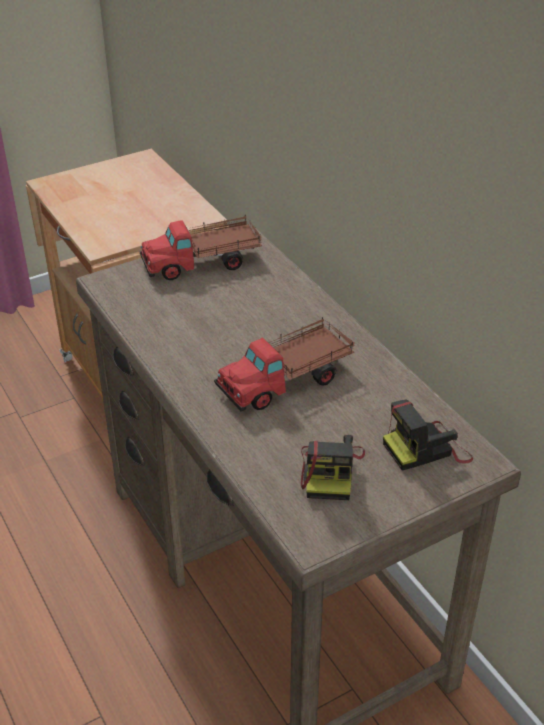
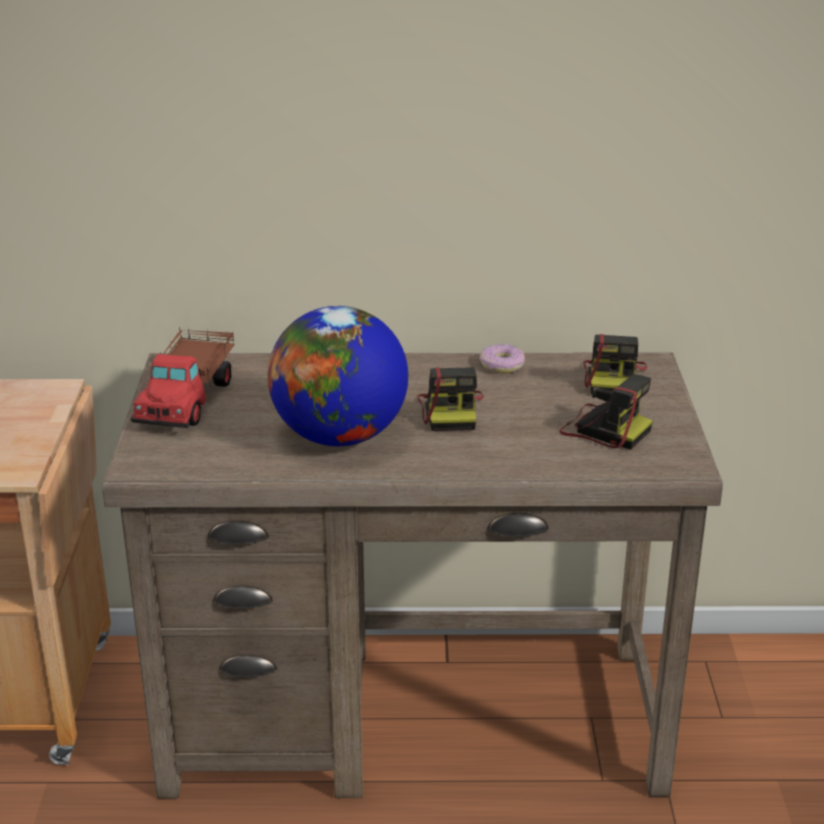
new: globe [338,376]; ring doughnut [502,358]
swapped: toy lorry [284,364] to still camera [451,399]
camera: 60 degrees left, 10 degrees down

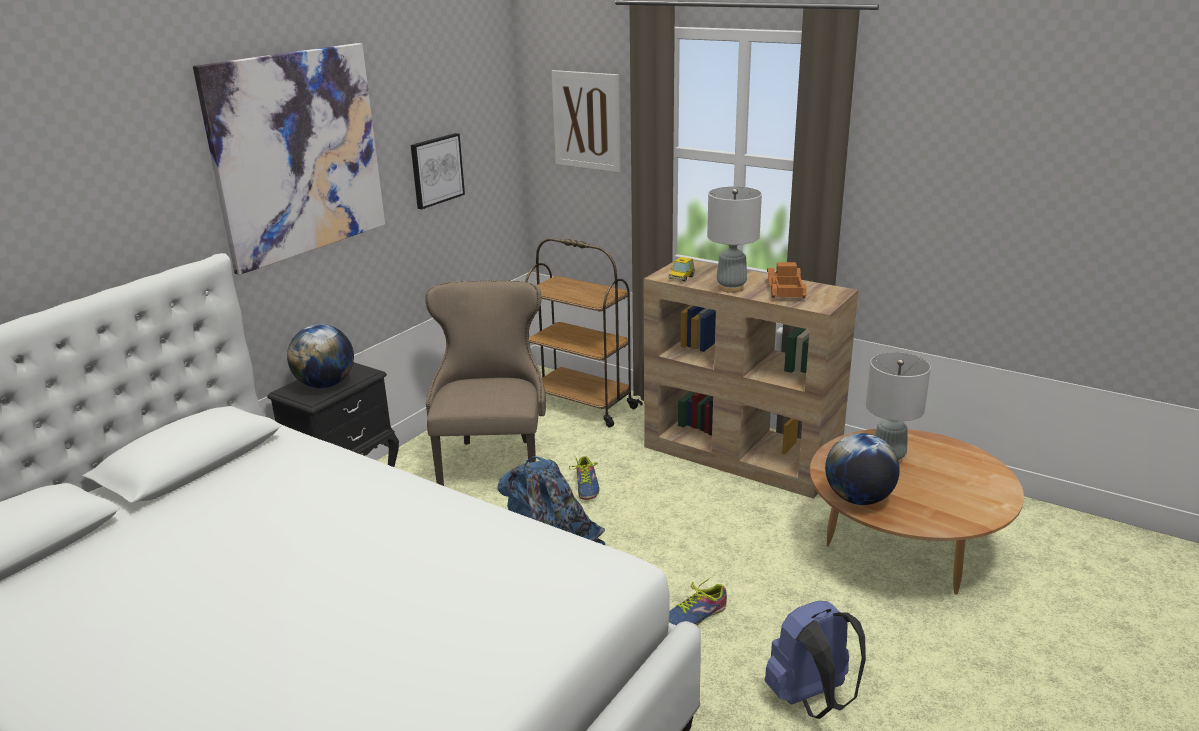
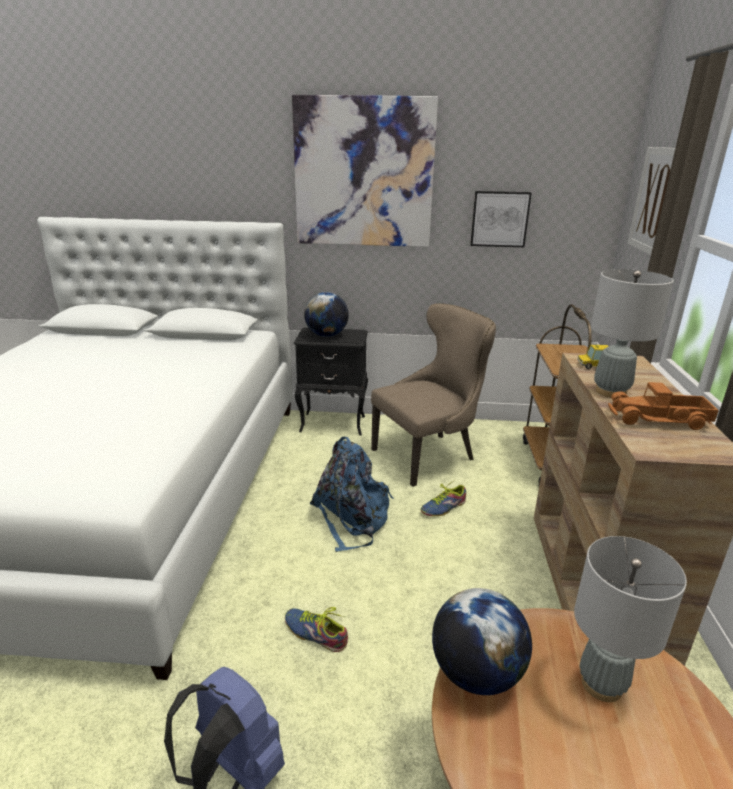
rotated: toy lorry [787,280] = [663,406] 150 degrees counterclockwise
camera: 60 degrees right, 0 degrees up

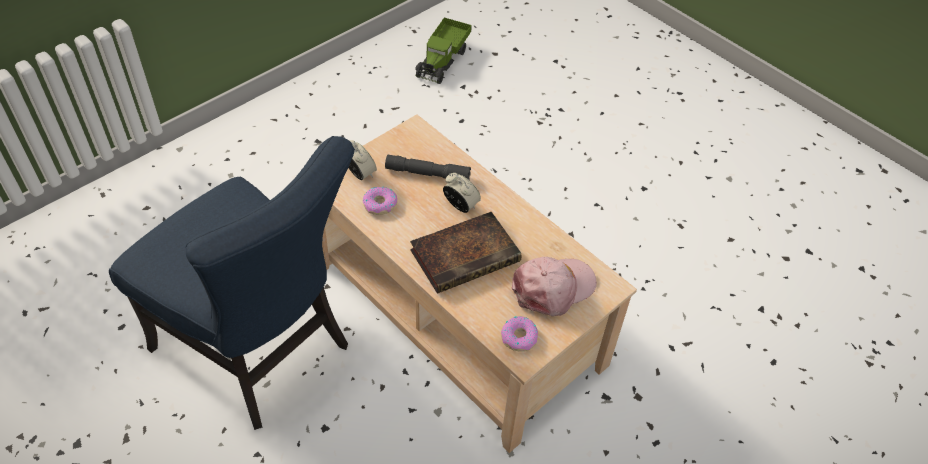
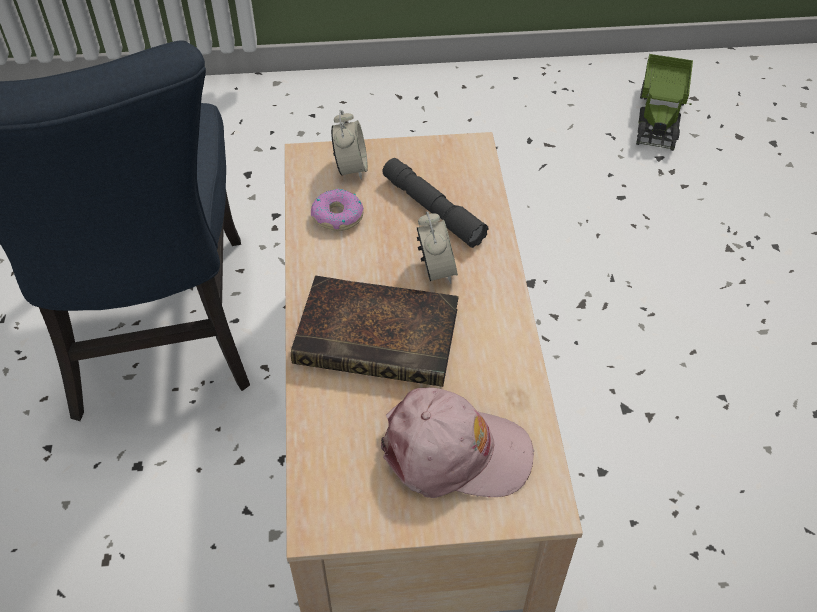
gone: ring doughnut [519,334]
rotated: toy lorry [443,50] = [664,102] 45 degrees counterclockwise
camera: 40 degrees right, 0 degrees up

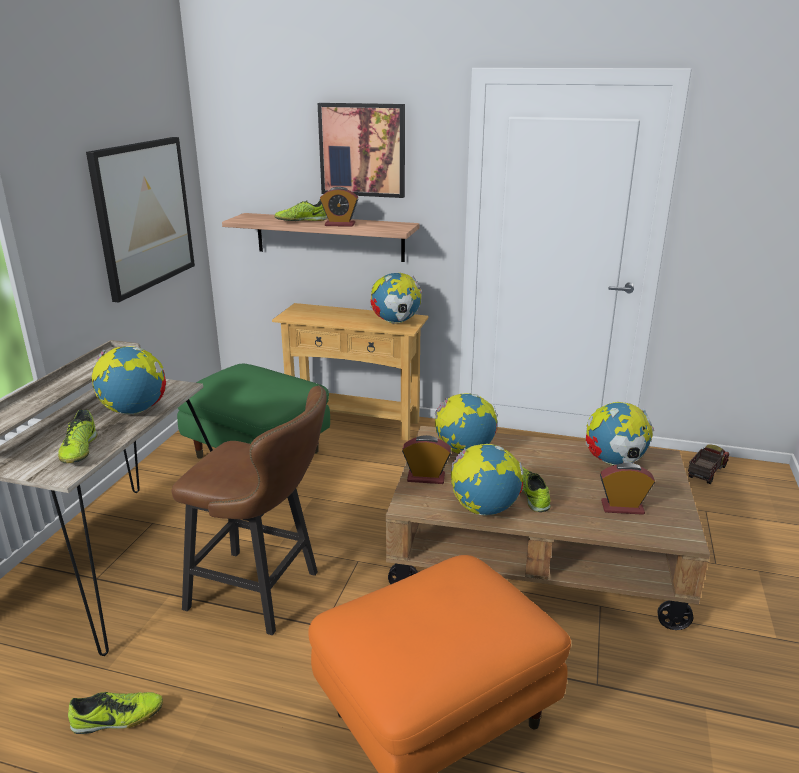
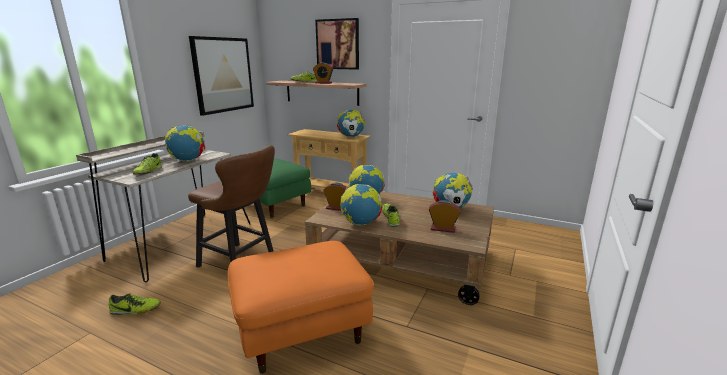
gone: toy lorry [708,464]
camera: 10 degrees right, 5 degrees down

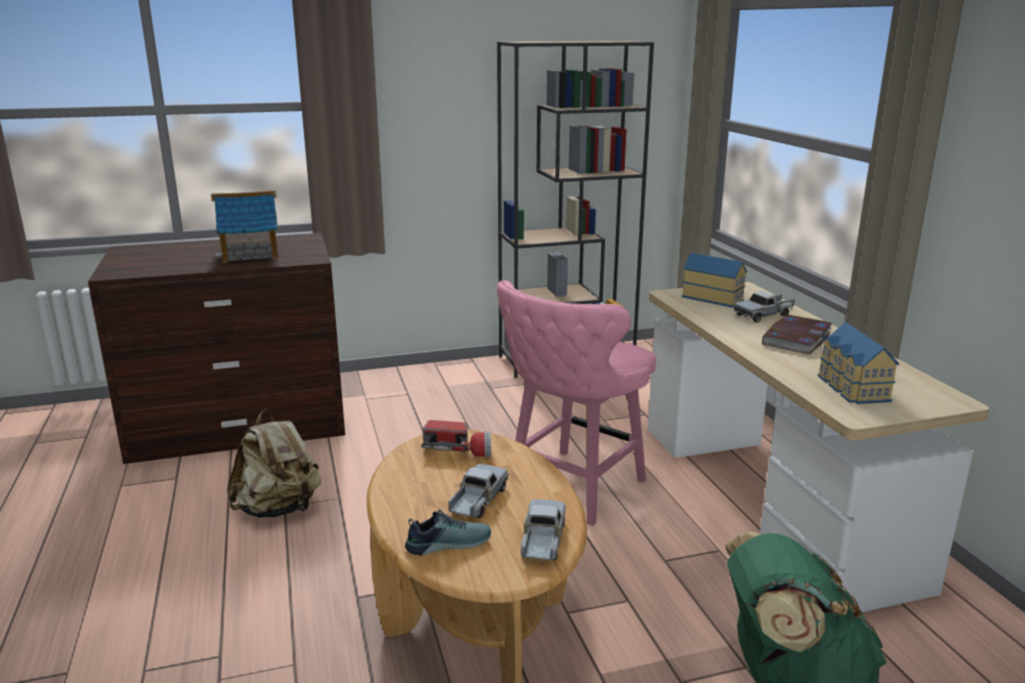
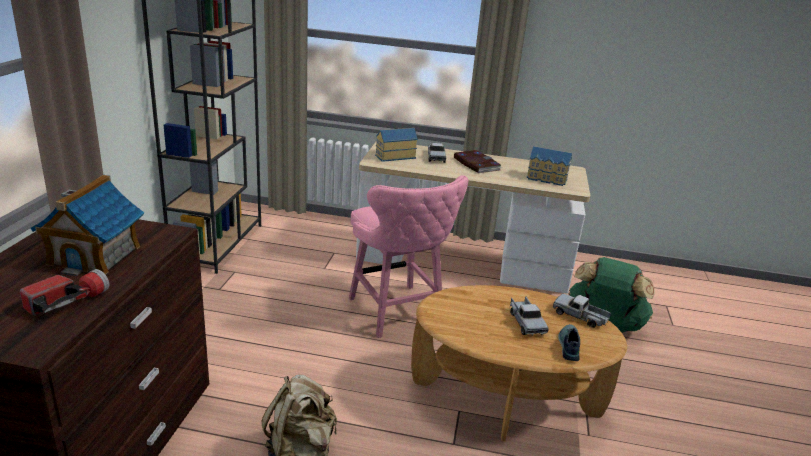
shifted: torch [456,438] to [64,292]
rotated: toy lorry [478,491] = [529,316] 150 degrees counterclockwise
camera: 65 degrees left, 5 degrees up

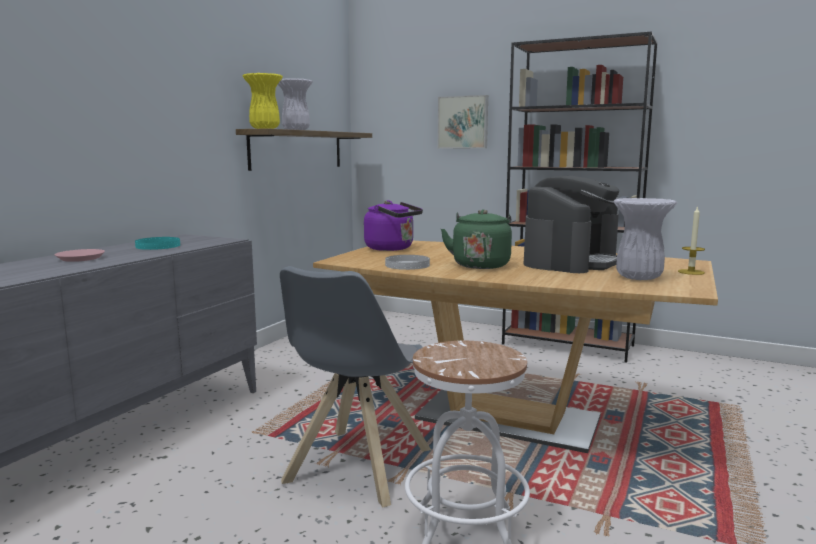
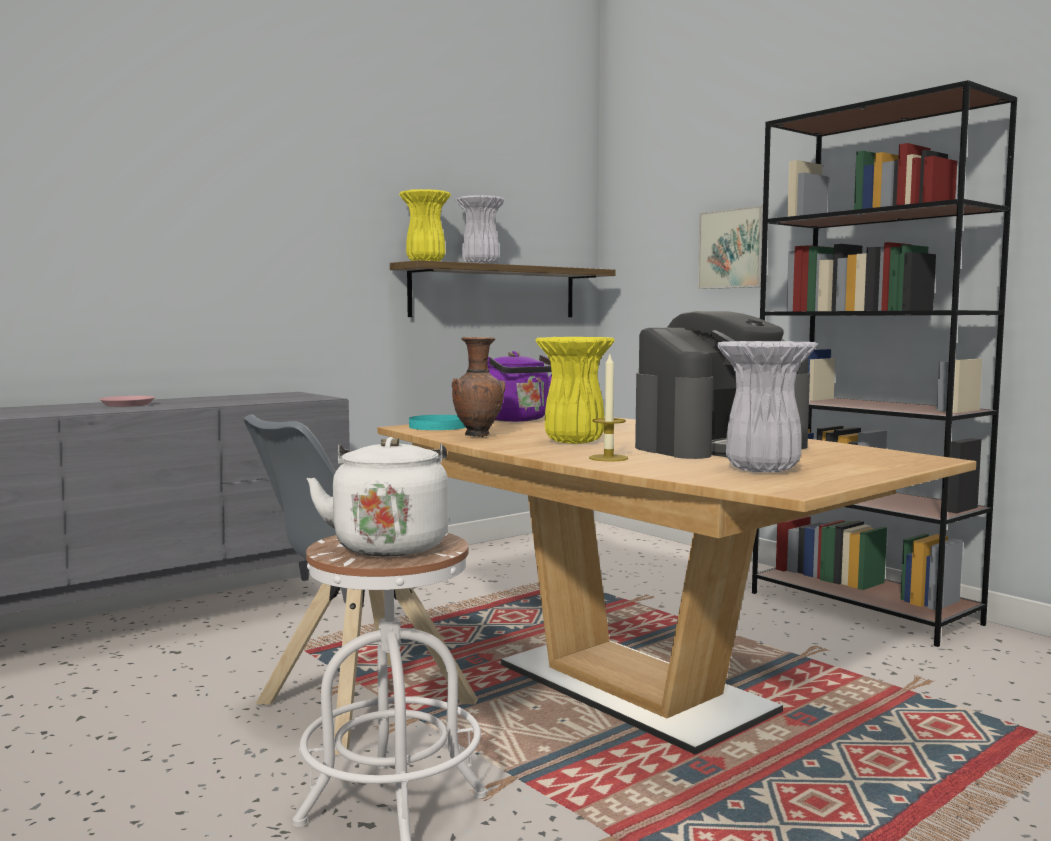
new: white-coloured water kettle [378,497]
shifted: turquoise plate [157,243] to [437,422]; wax light [691,240] to [608,408]
swapped: white-coloured plate [407,262] to brown decorative vase [479,387]; green-coloured water kettle [476,239] to yellow-coloured decorative vase [575,390]
camera: 25 degrees right, 5 degrees down

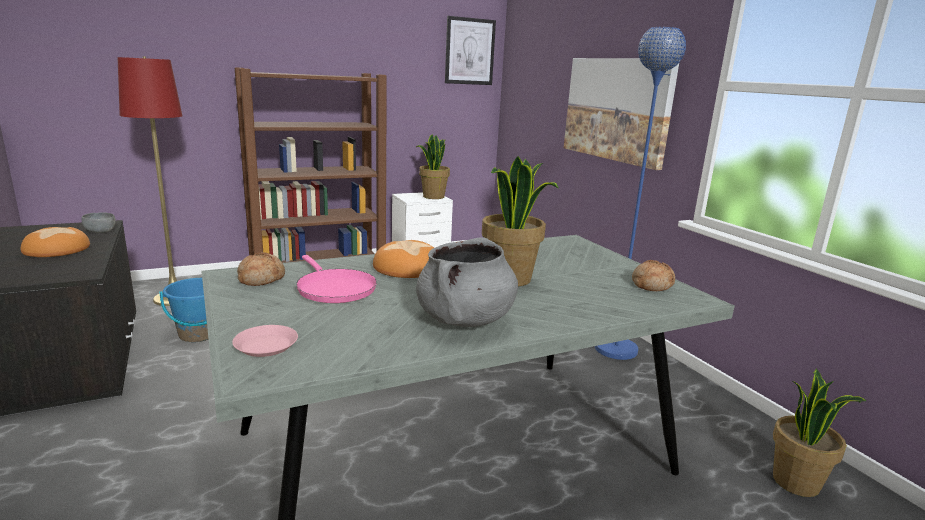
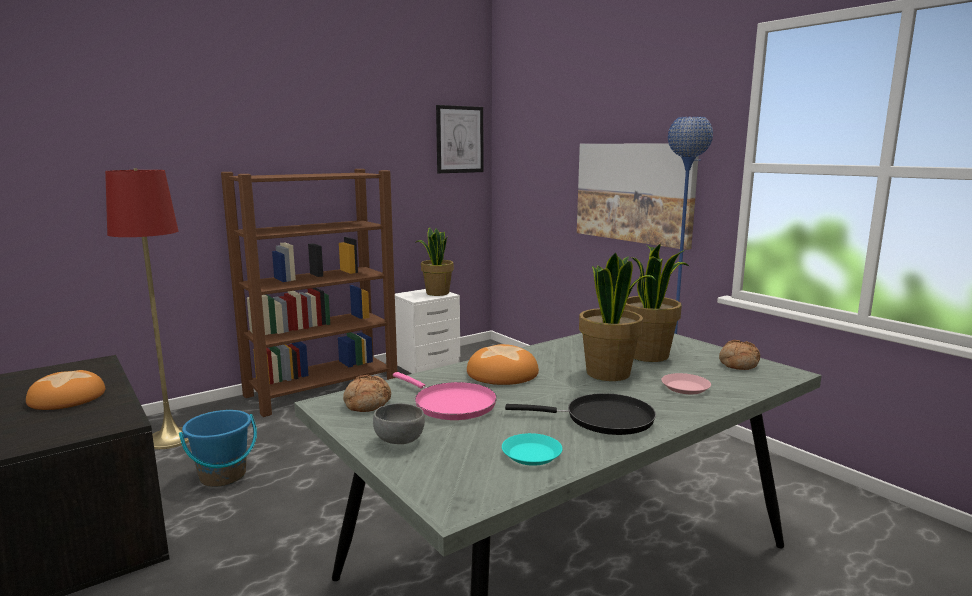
new: turquoise plate [532,449]
shifted: gray deep dish [98,222] to [399,423]; pinkish plate [265,341] to [686,383]; plant in a pot [819,432] to [656,303]
swapped: gray saucepot [467,282] to blackish frying pan [580,414]
camera: 10 degrees left, 5 degrees down

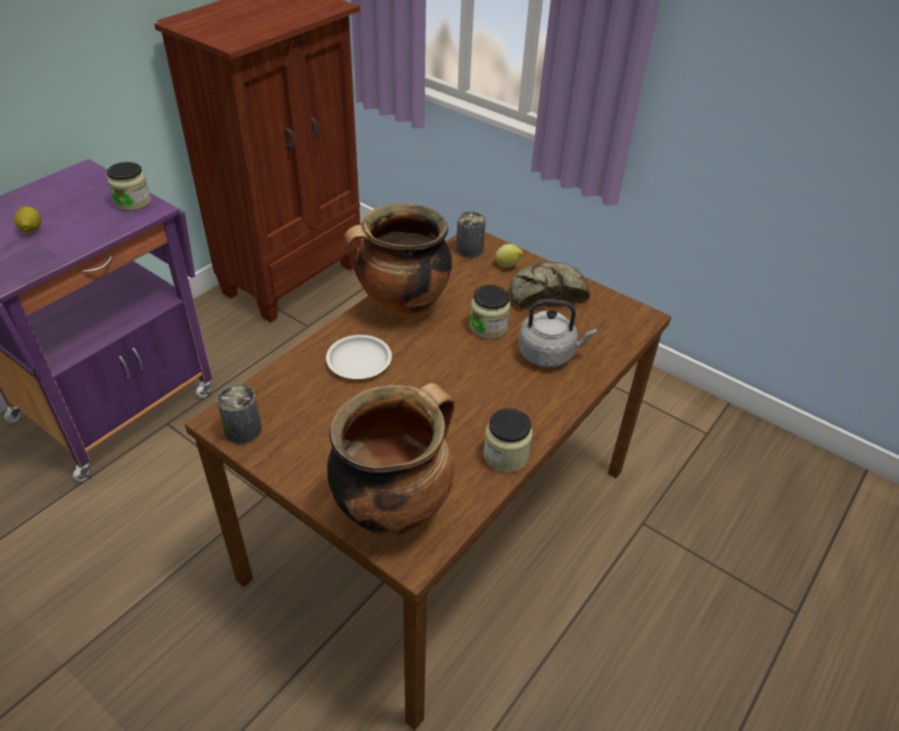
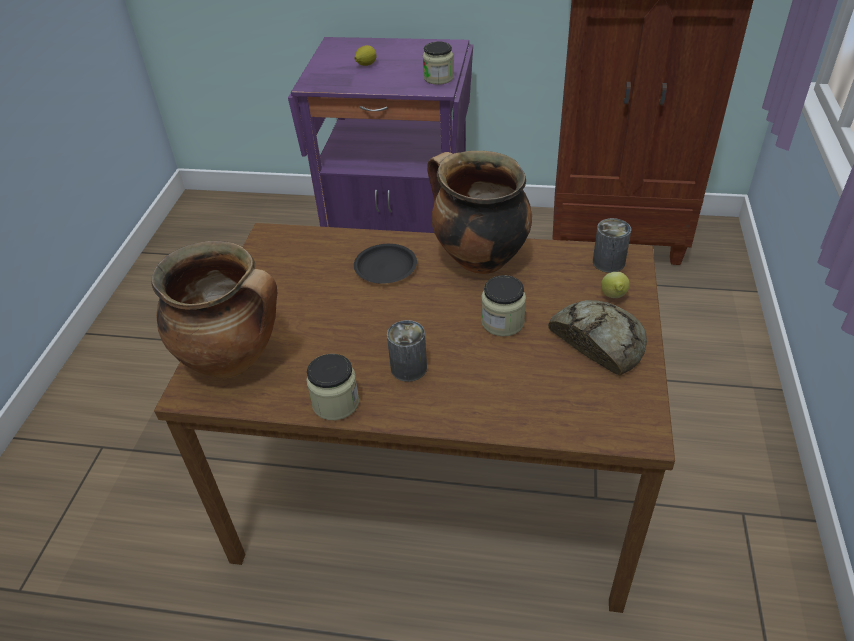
gone: gray water kettle [557,333]
shifted: can [239,414] to [407,351]
repainted: white-coloured plate [359,357] to blackish plate [385,264]
camera: 65 degrees right, 0 degrees up

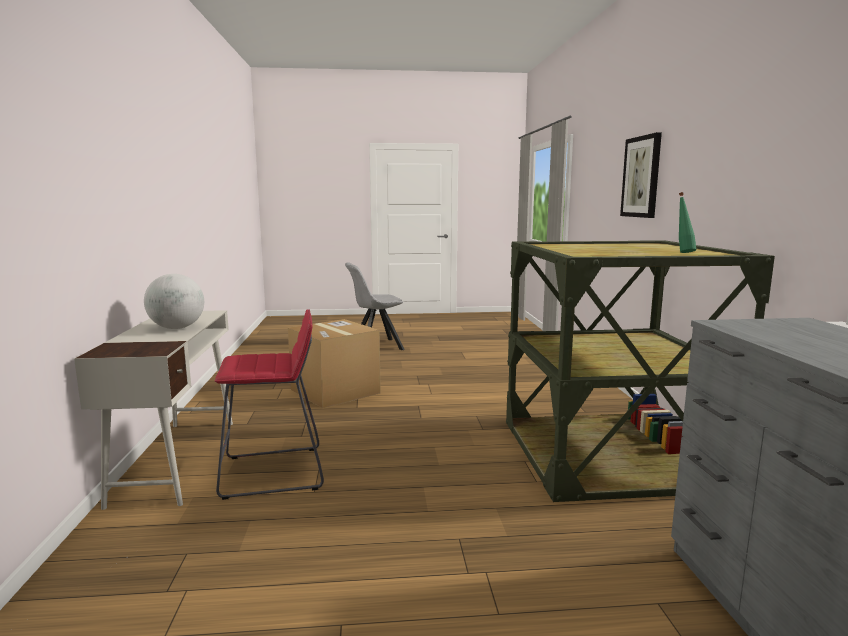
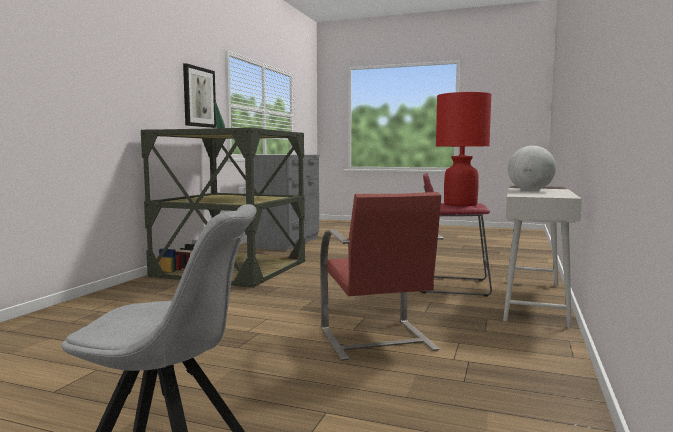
new: red tabletop lamp [464,149]
shifted: wall art [641,175] to [199,95]
swapped: packing box [334,363] to red plain chair [382,276]
camera: 155 degrees left, 5 degrees down

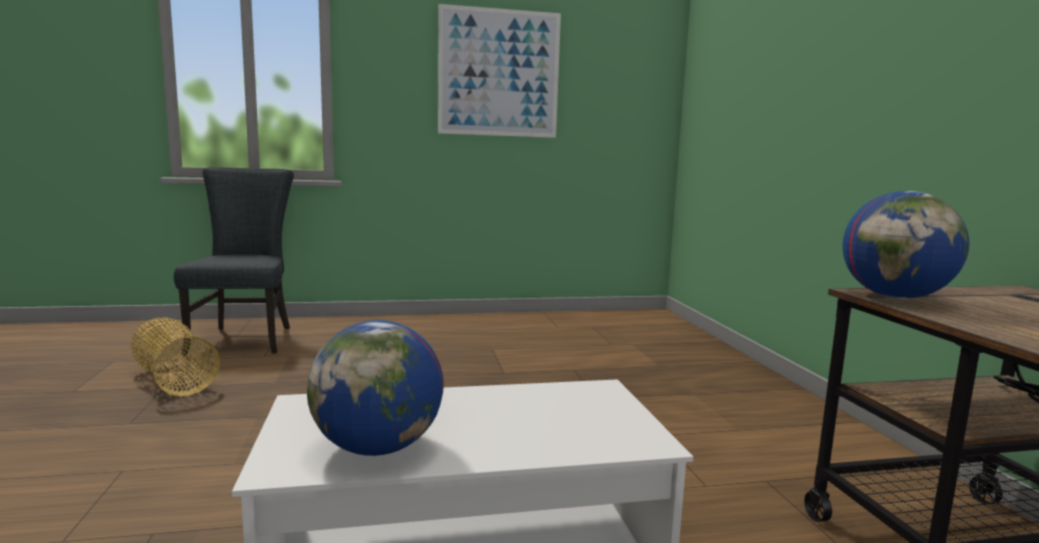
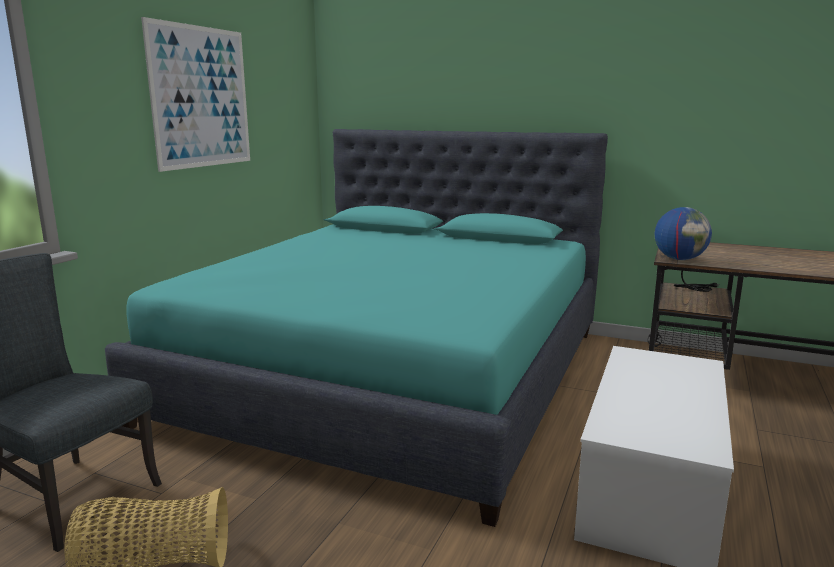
gone: globe [375,388]
new: turquoise bed [356,328]
camera: 55 degrees left, 5 degrees up

